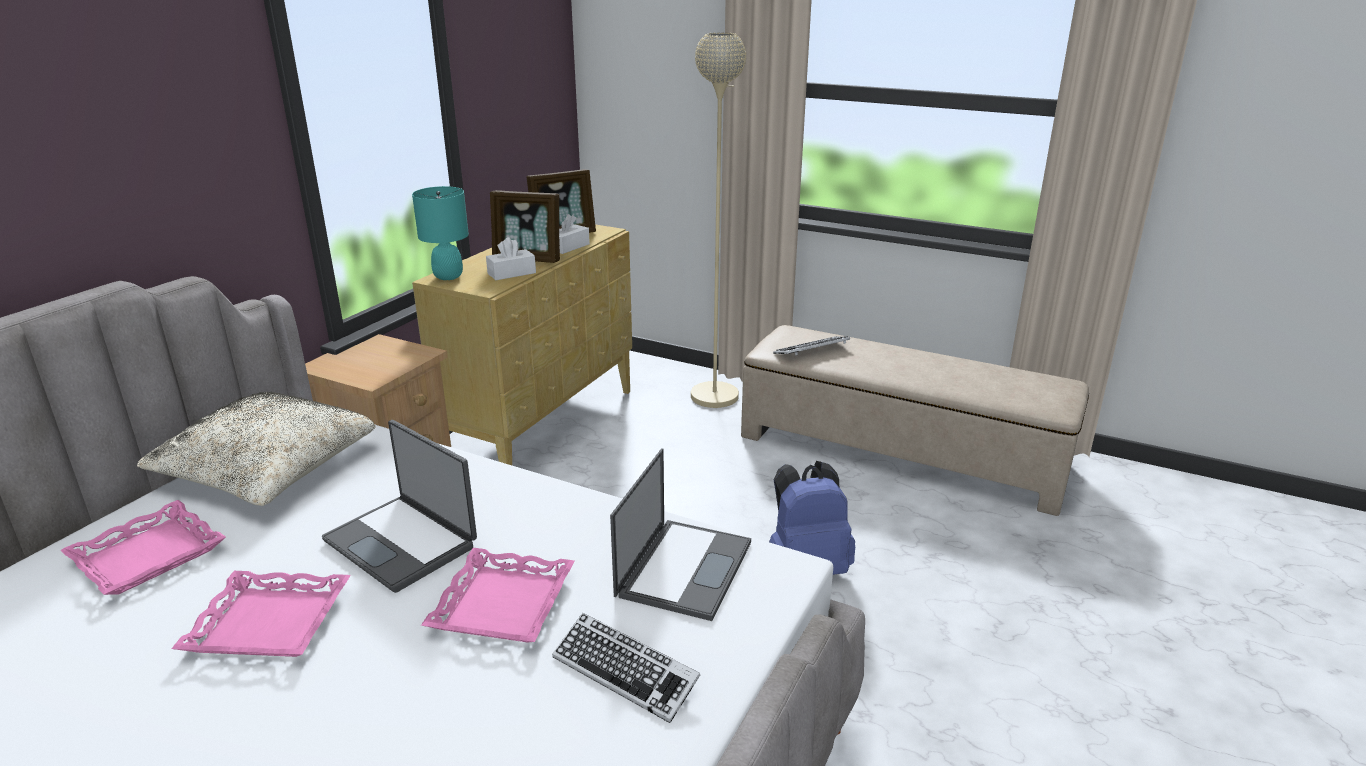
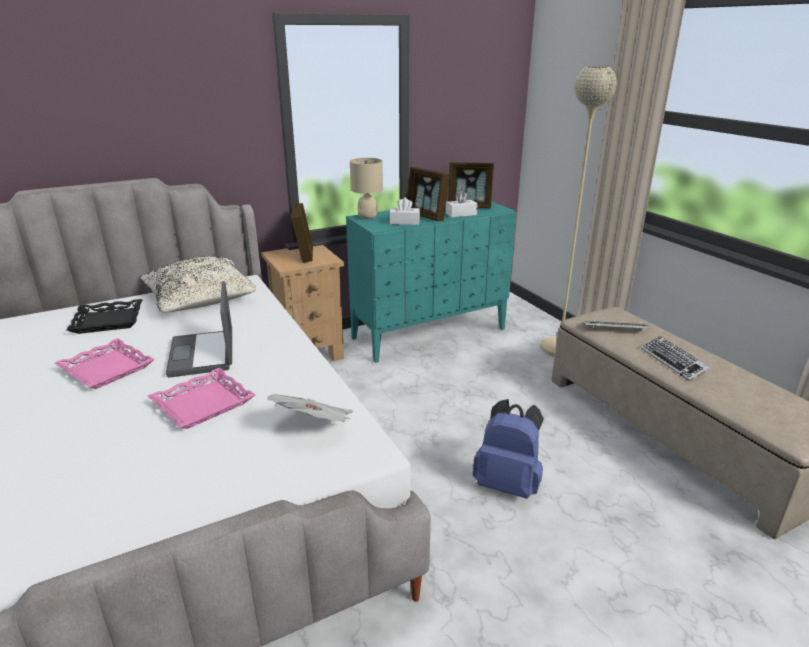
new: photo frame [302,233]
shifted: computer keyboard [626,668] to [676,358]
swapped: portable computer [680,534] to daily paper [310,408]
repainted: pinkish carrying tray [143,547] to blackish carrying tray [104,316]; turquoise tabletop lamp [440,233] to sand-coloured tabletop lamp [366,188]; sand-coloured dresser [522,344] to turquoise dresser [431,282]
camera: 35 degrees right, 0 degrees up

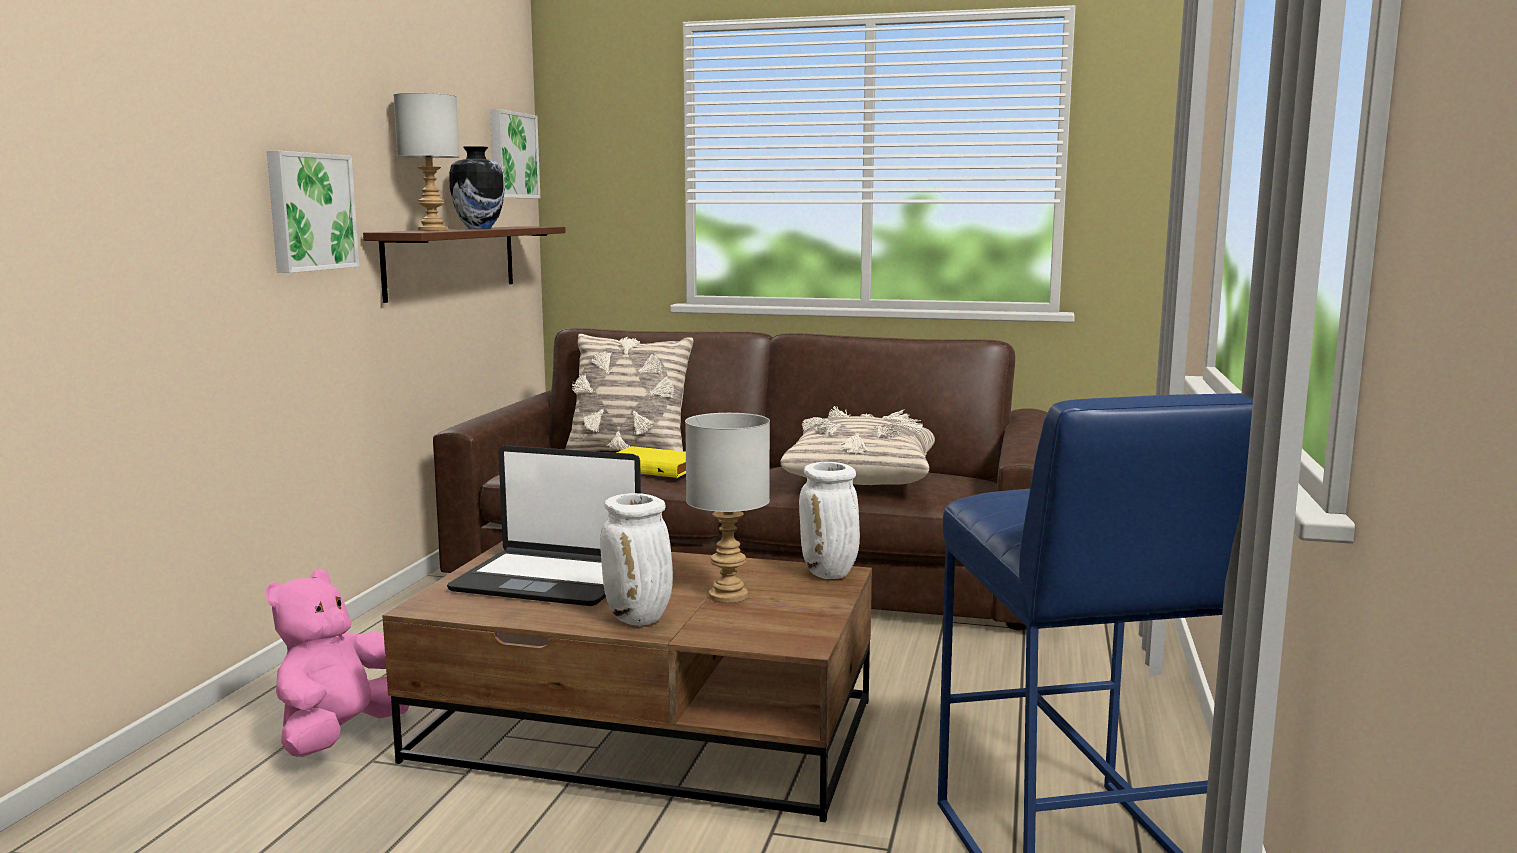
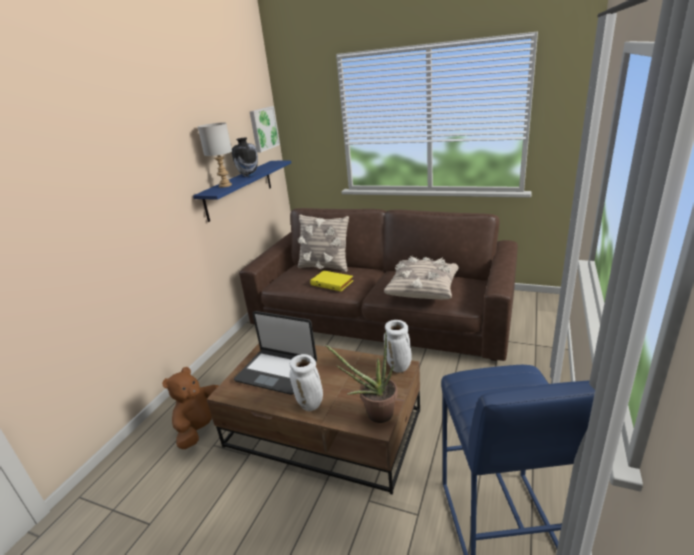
gone: wall art [313,212]; gray tabletop lamp [727,508]
new: plant in a pot [362,377]
repainted: pinkish plush toy [337,663] to brown plush toy [190,408]; brown bracket shelf [464,264] to blue bracket shelf [242,191]
camera: 10 degrees right, 15 degrees up

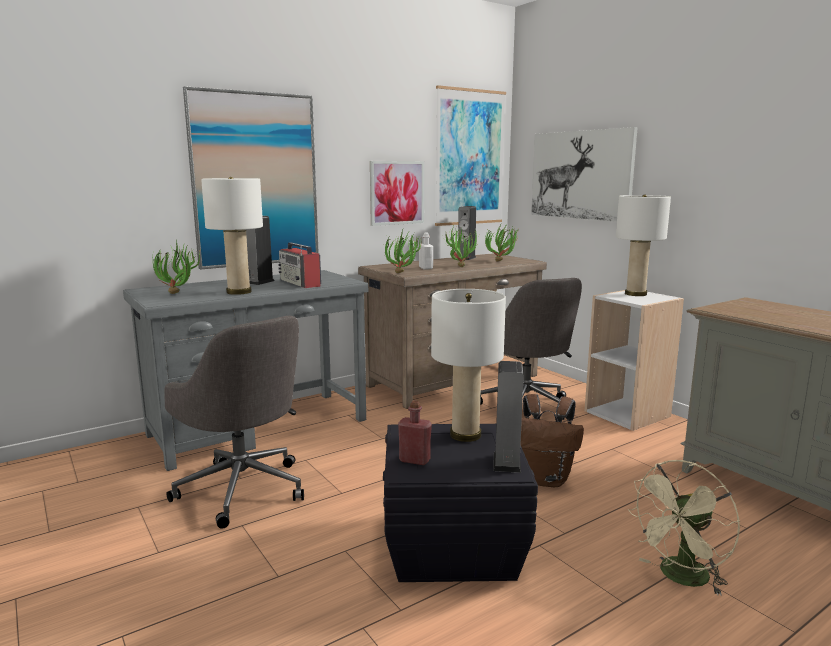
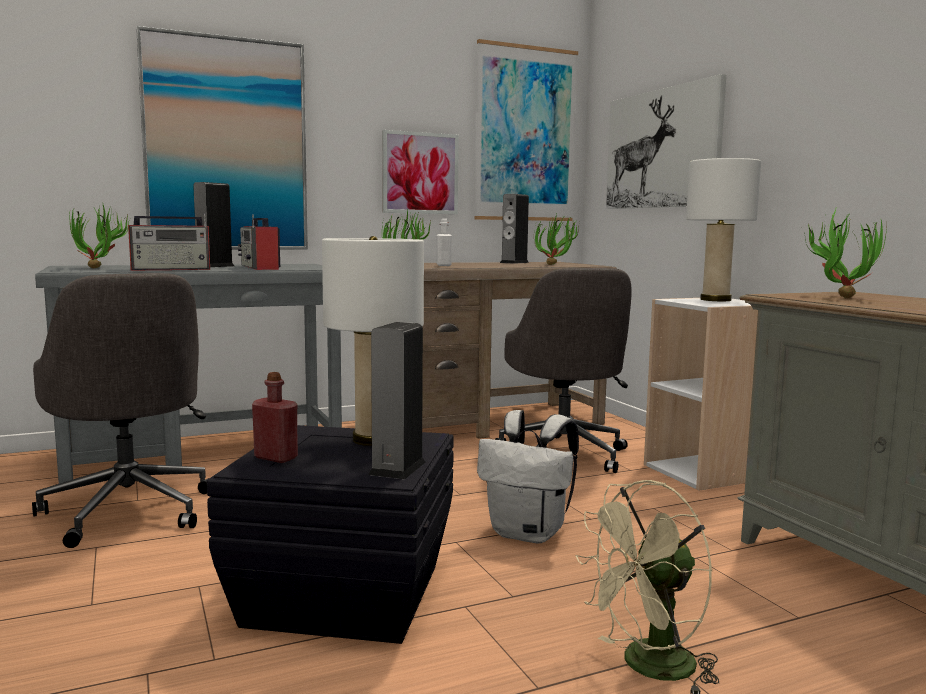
shifted: plant in a pot [461,246] to [845,253]
swapped: white-coloured tabletop lamp [232,236] to radio set [169,242]
repainted: brown backpack [552,440] to white-coloured backpack [528,476]
camera: 10 degrees right, 5 degrees down

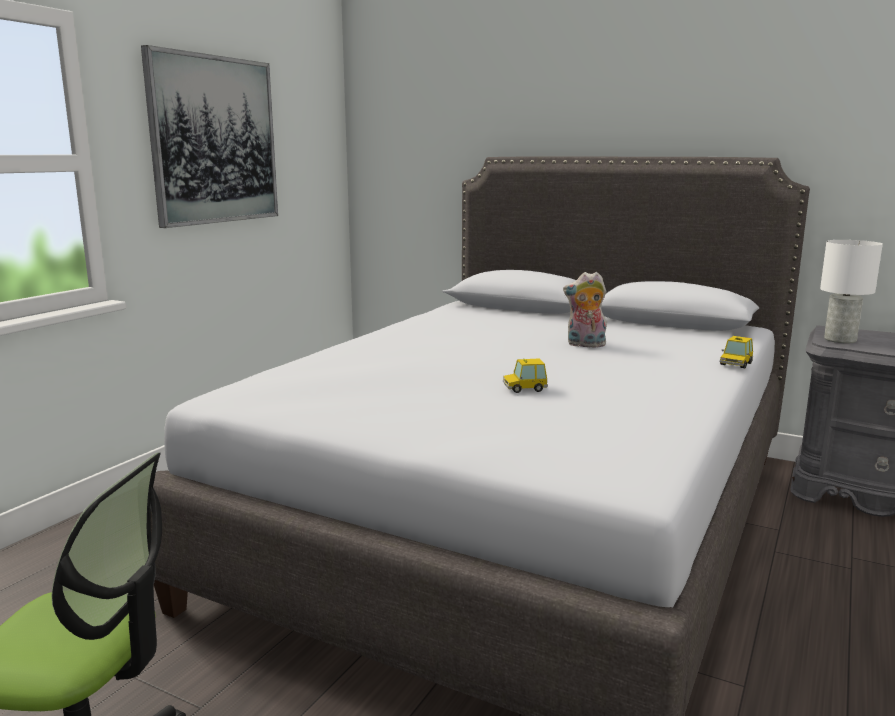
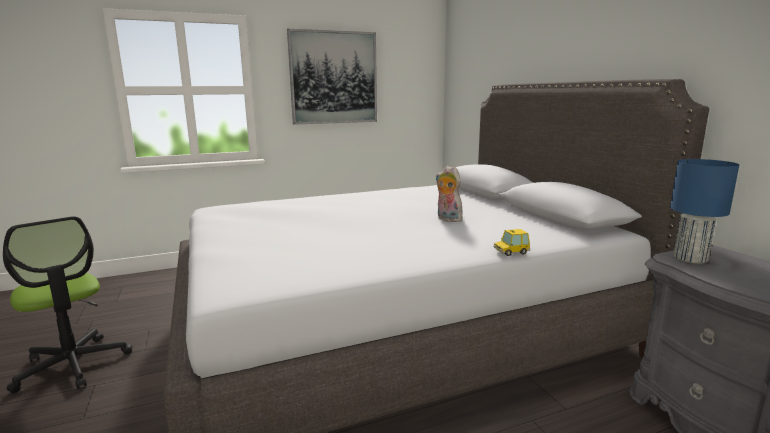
gone: miniature car [525,376]
repainted: white-coloured tabletop lamp [851,291] to blue tabletop lamp [704,211]
camera: 40 degrees right, 0 degrees up

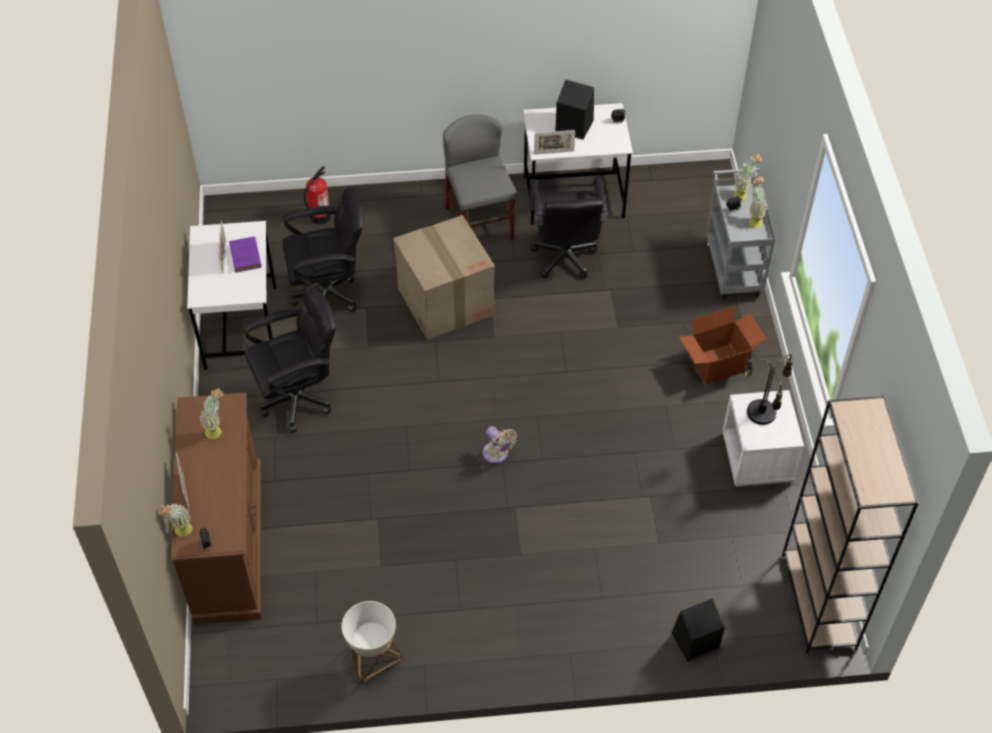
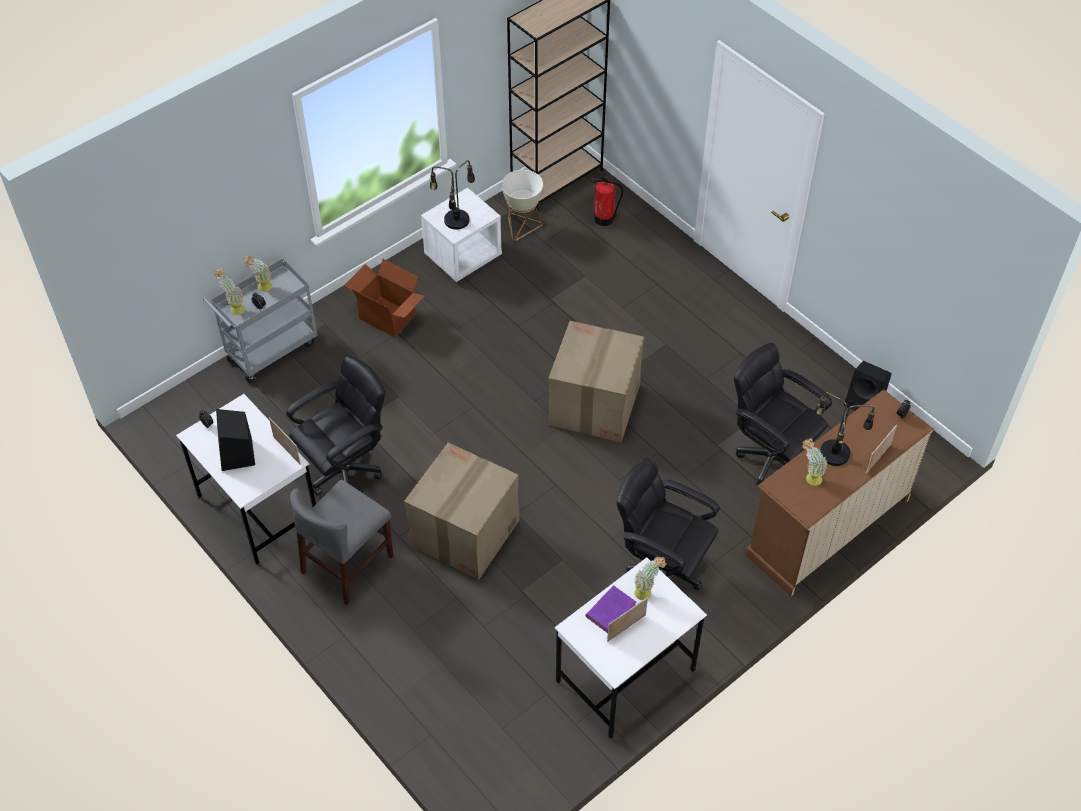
new: tabletop lamp [845,429]
shifted: plant in a pot [175,520] to [650,578]; blackish computer chair [323,249] to [783,414]; fire extinguisher [317,195] to [608,200]; plant pot [373,641] to [523,206]; blackish speaker [698,630] to [868,386]
swapped: sand-coloured electric fan [499,445] to packing box [596,381]
camera: 125 degrees left, 0 degrees up

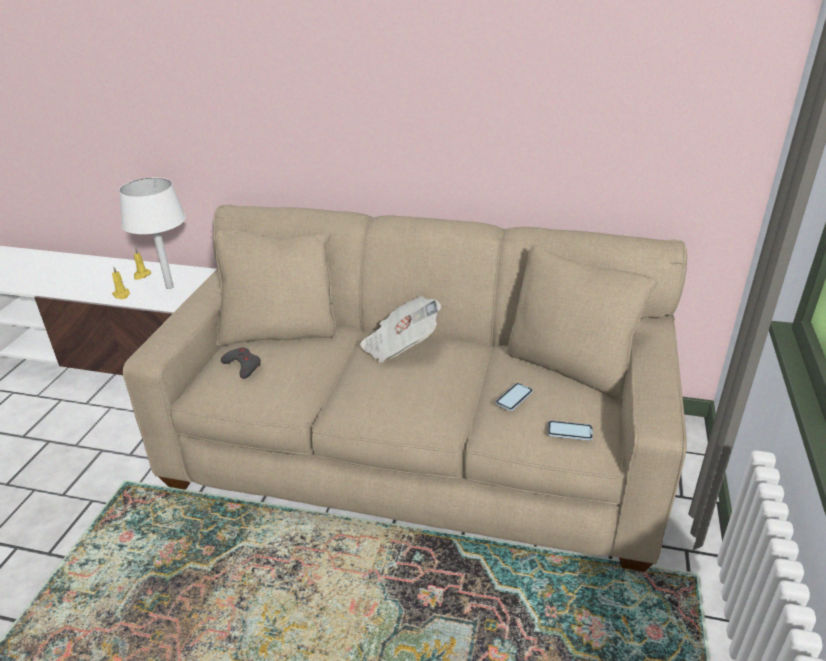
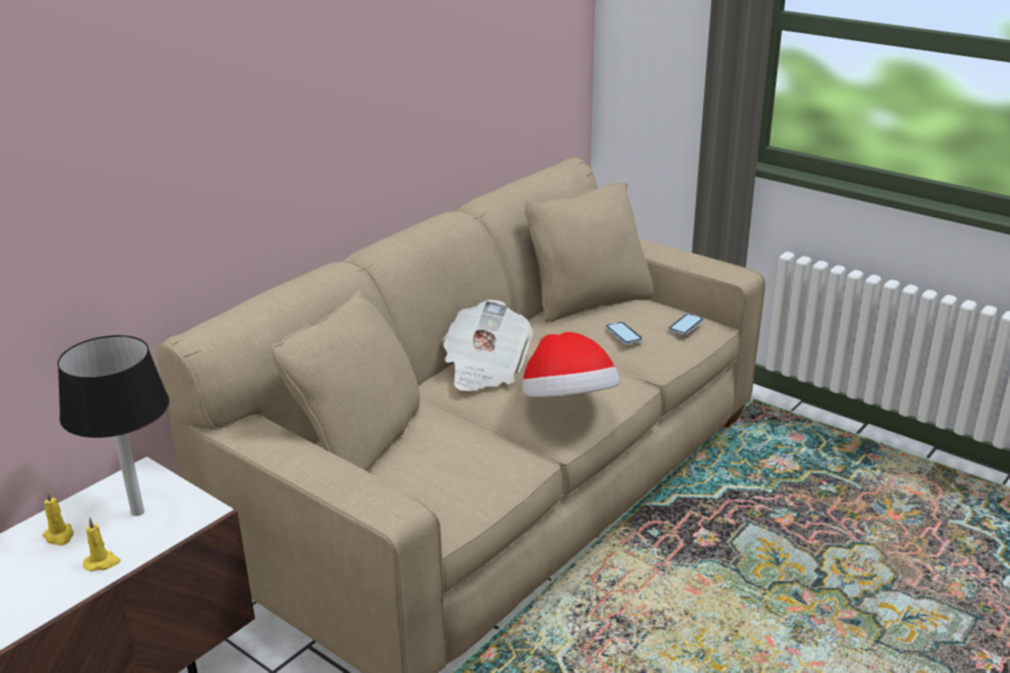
gone: gray gamepad [241,363]
new: hat [571,364]
repainted: white-coloured tabletop lamp [152,233] to blackish tabletop lamp [113,425]
camera: 65 degrees left, 5 degrees down

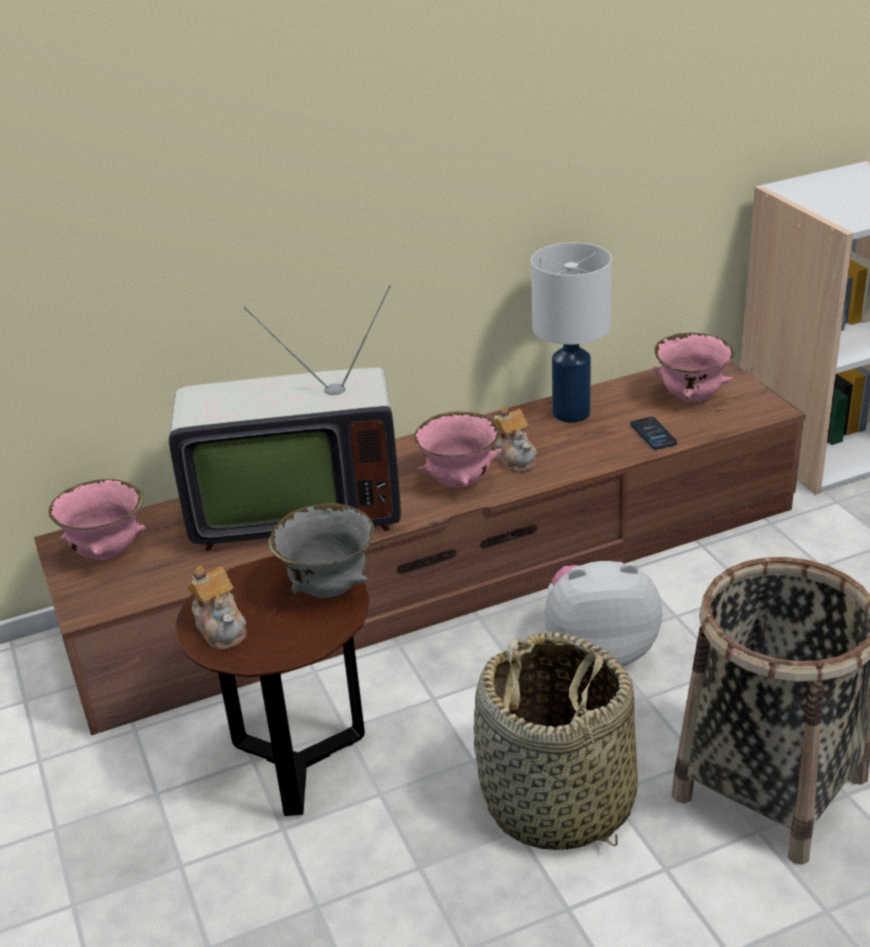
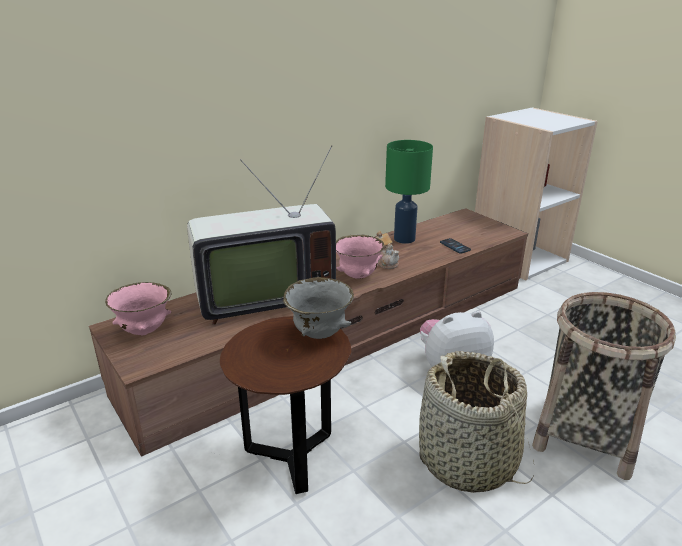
gone: teapot [217,608]; pinkish deep dish [693,367]
repainted: white-coloured tabletop lamp [571,333] to green-coloured tabletop lamp [409,192]
camera: 15 degrees left, 5 degrees down

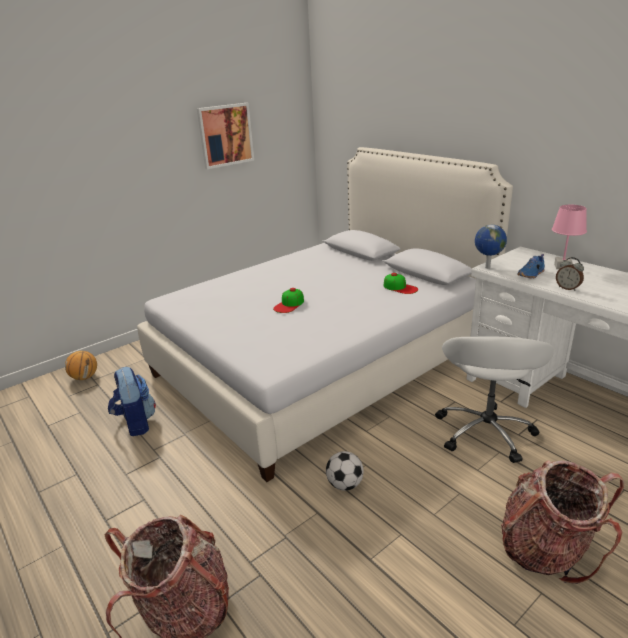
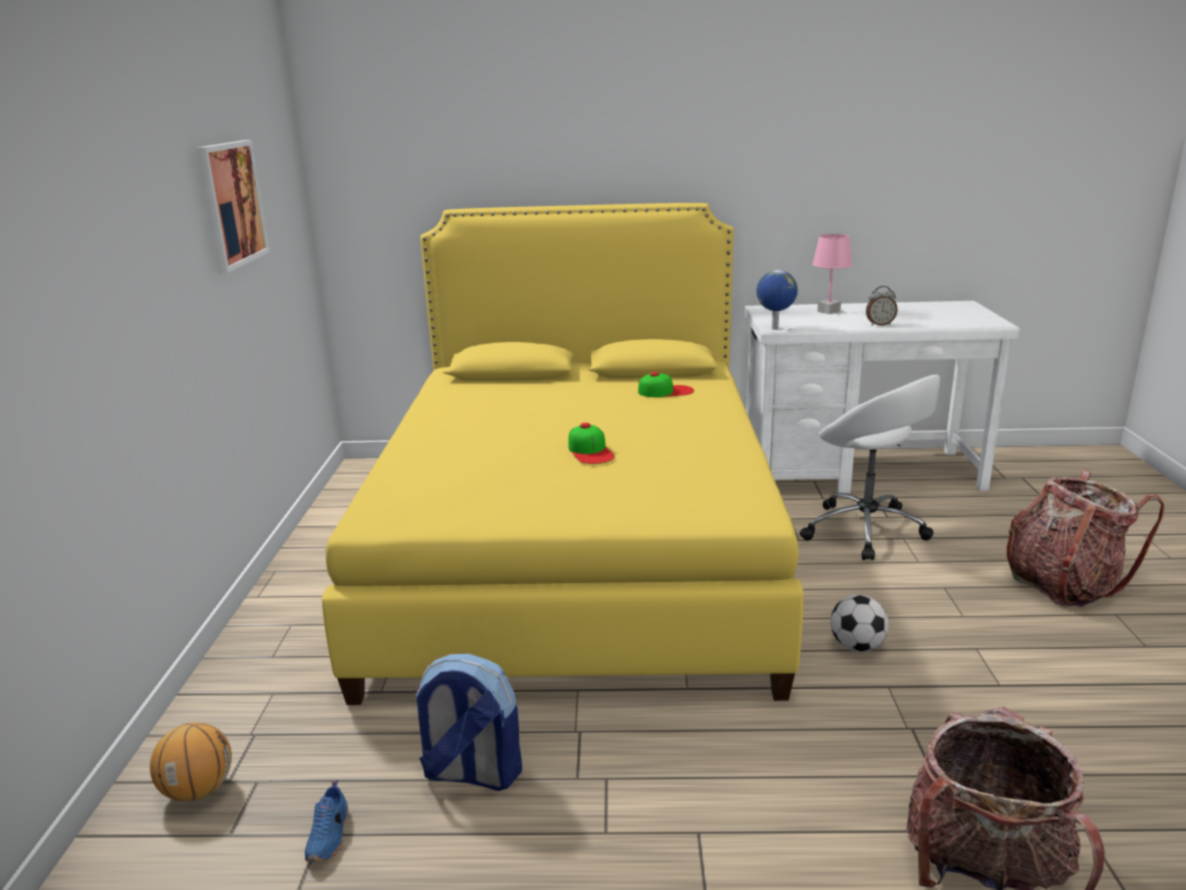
shifted: blue item of footwear [531,266] to [327,821]
repainted: white-coloured bed [325,314] to yellow-coloured bed [562,454]
camera: 50 degrees left, 5 degrees down

